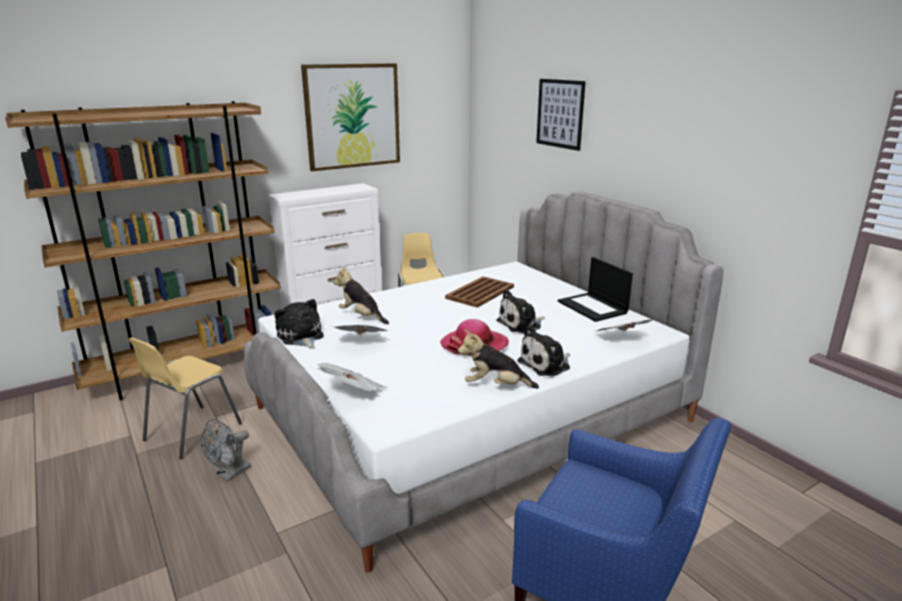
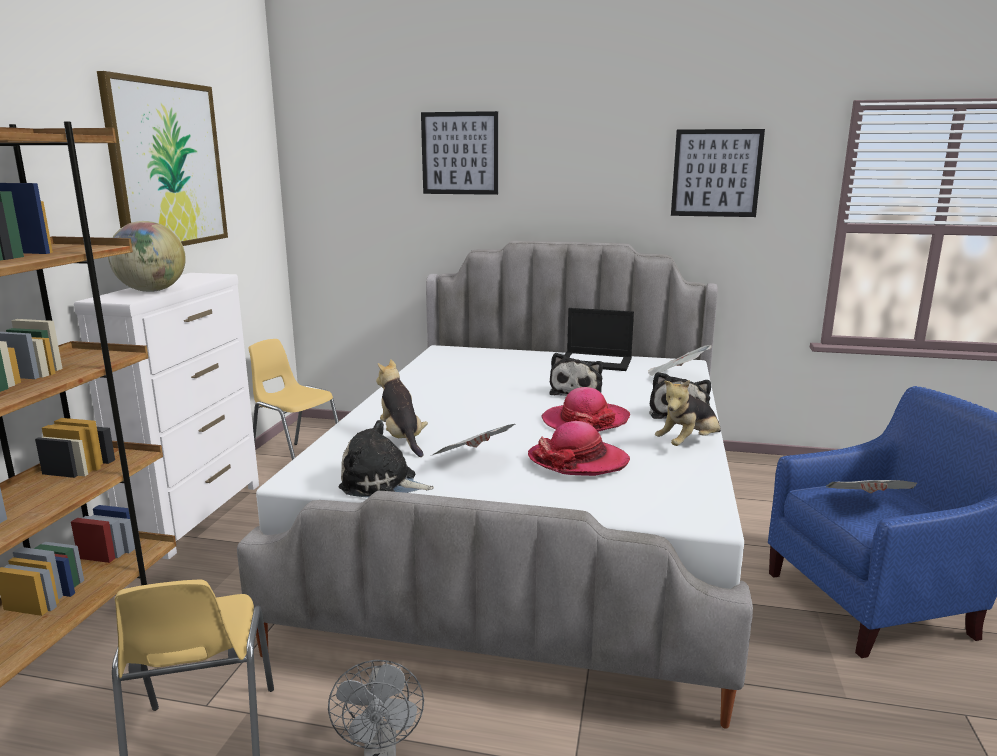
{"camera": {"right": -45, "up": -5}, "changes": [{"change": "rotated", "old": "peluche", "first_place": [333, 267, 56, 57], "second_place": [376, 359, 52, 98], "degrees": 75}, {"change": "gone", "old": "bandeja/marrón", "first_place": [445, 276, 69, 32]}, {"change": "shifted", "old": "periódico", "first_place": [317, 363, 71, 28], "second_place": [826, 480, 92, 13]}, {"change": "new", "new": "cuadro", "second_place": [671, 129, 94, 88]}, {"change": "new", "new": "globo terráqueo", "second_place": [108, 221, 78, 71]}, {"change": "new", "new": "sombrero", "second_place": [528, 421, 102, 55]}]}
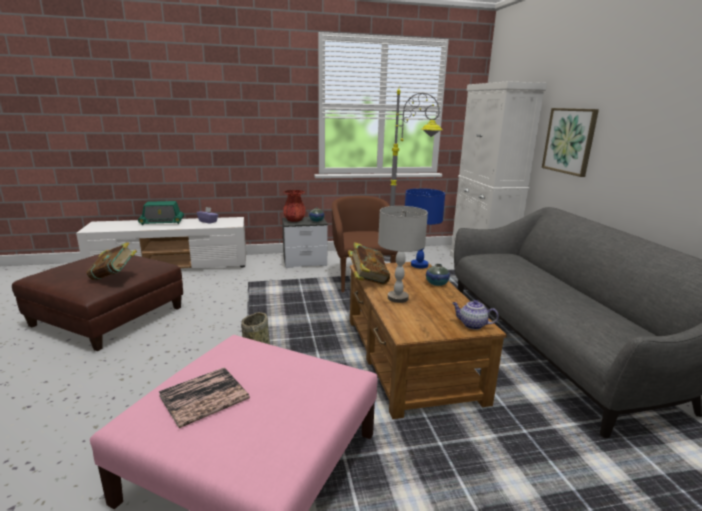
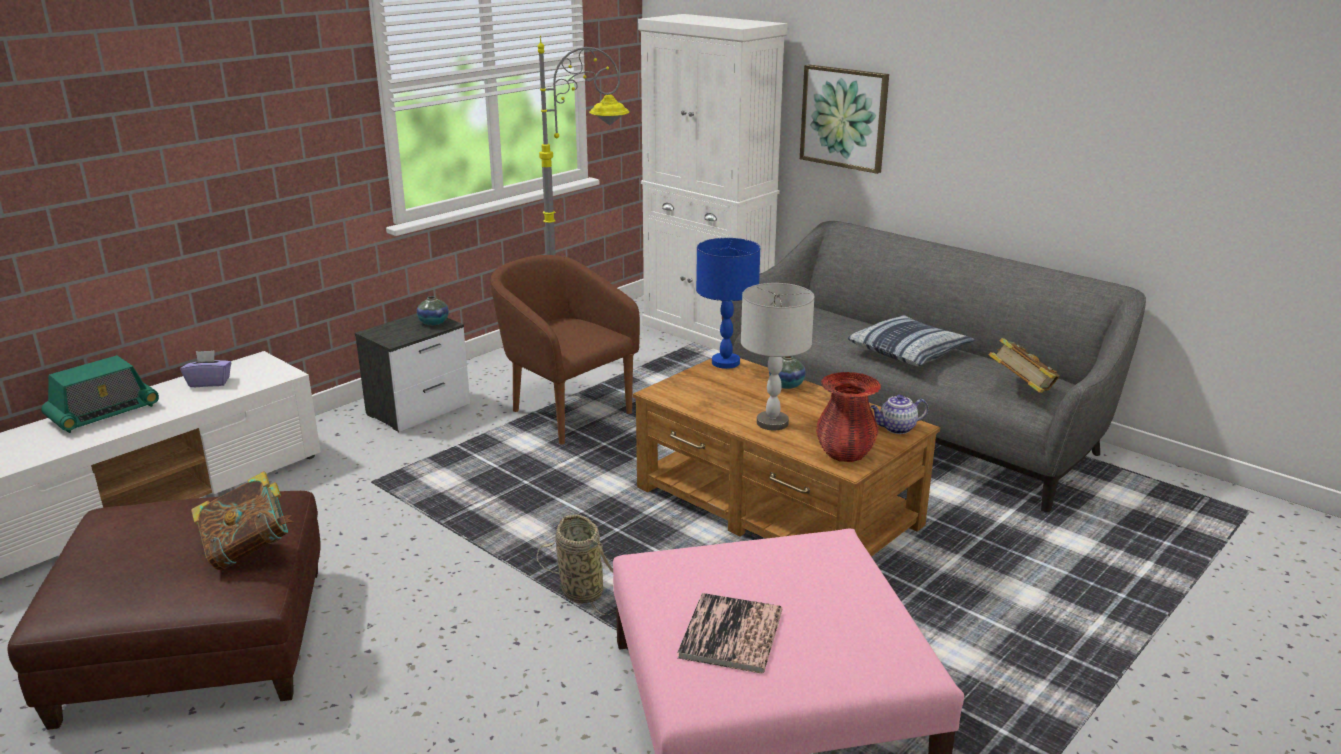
{"camera": {"right": -35, "up": 5}, "changes": [{"change": "shifted", "old": "florero/rojo", "first_place": [283, 190, 23, 32], "second_place": [816, 372, 65, 90]}, {"change": "shifted", "old": "libro", "first_place": [348, 242, 42, 43], "second_place": [989, 338, 71, 55]}, {"change": "new", "new": "cojín", "second_place": [848, 315, 127, 52]}]}
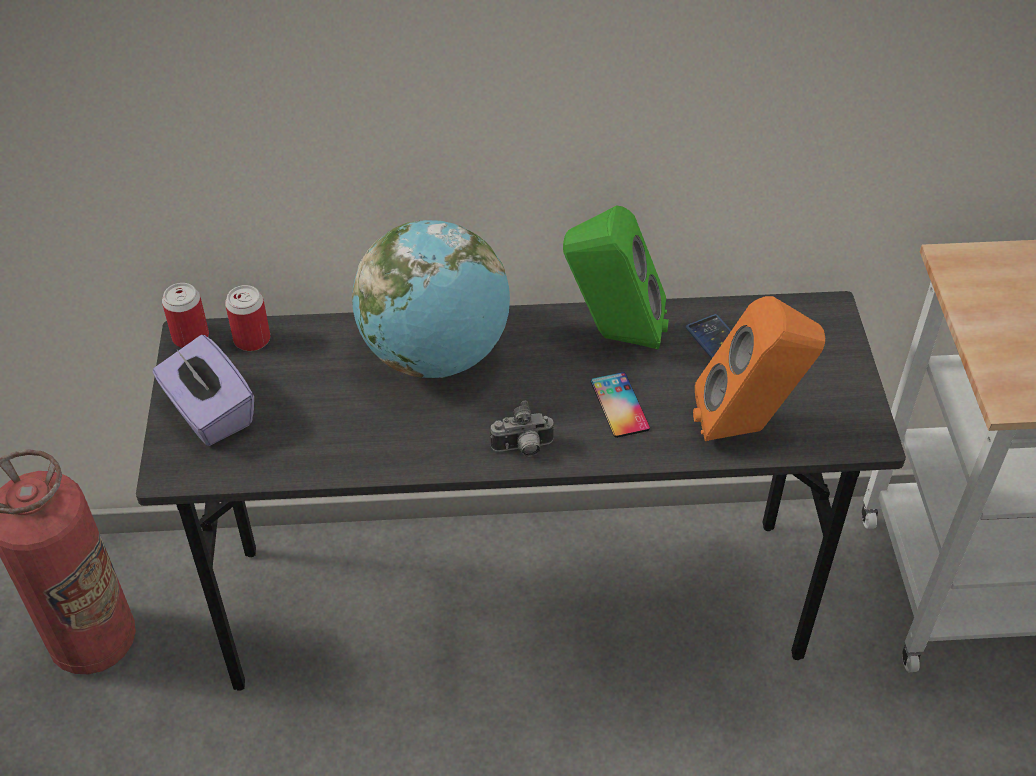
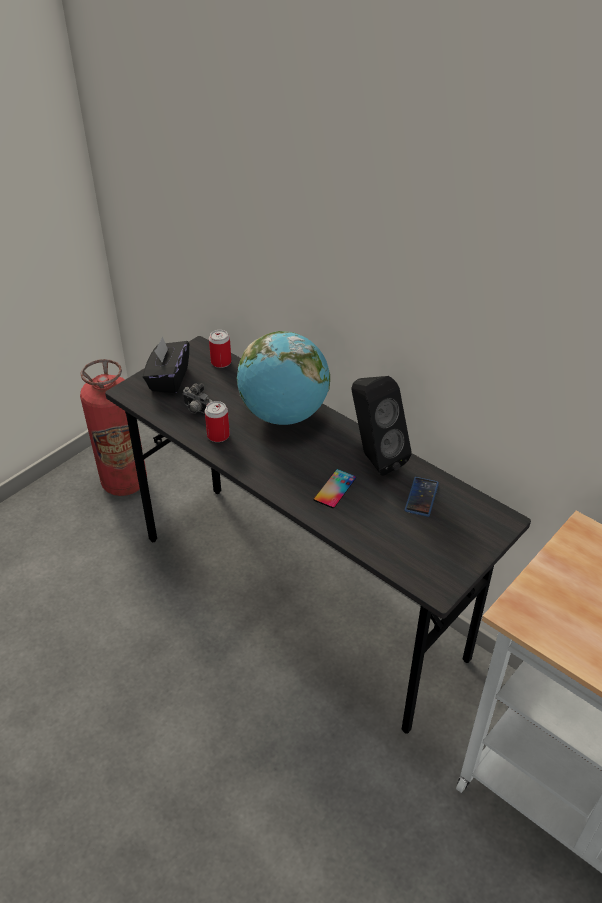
{"camera": {"right": 45, "up": -5}, "changes": [{"change": "repainted", "old": "altavoz/verde", "new": "altavoz/negro", "first_place": [563, 206, 106, 143], "second_place": [351, 376, 61, 100]}, {"change": "shifted", "old": "lata", "first_place": [162, 283, 47, 65], "second_place": [205, 401, 25, 41]}, {"change": "gone", "old": "altavoz/naranja", "first_place": [693, 296, 132, 145]}, {"change": "repainted", "old": "caja de pañuelos/morado", "new": "caja de pañuelos/negro", "first_place": [153, 335, 101, 111], "second_place": [143, 337, 46, 56]}, {"change": "shifted", "old": "cámara", "first_place": [490, 401, 65, 56], "second_place": [183, 383, 30, 31]}]}
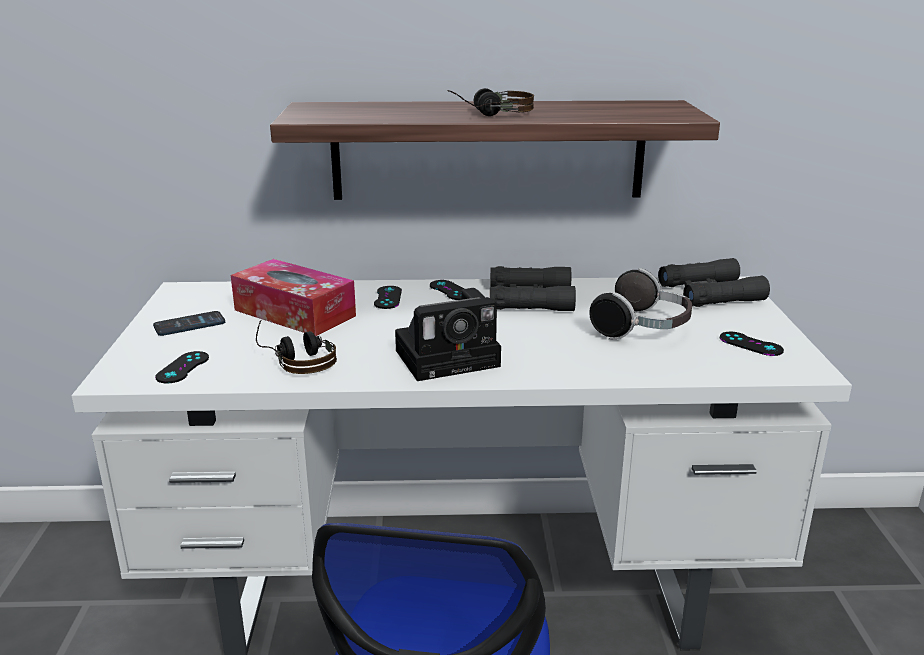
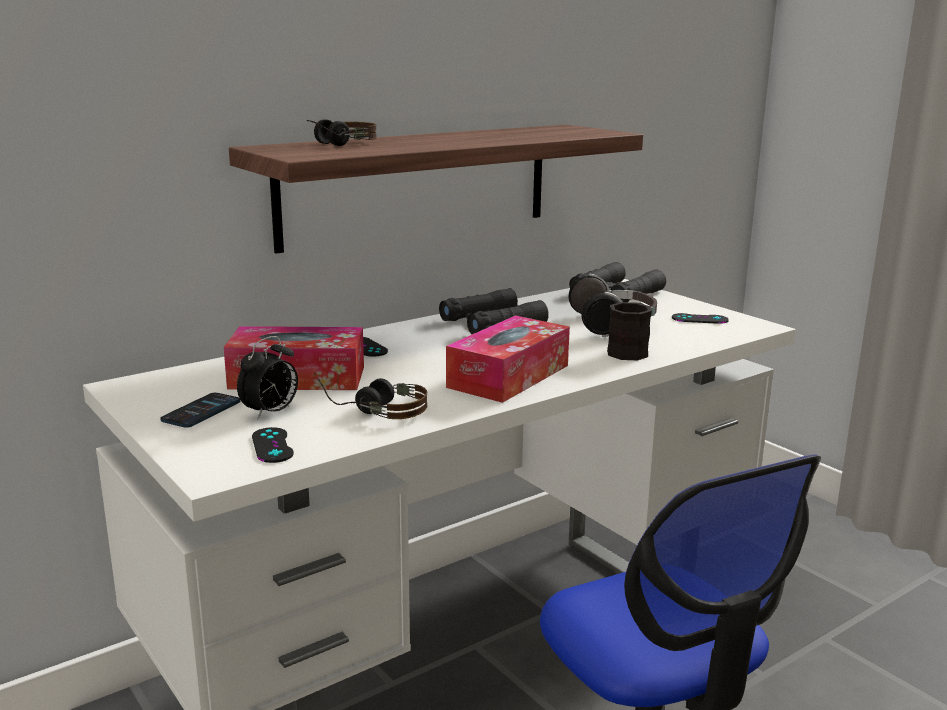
{"camera": {"right": -35, "up": -5}, "changes": [{"change": "shifted", "old": "auriculares", "first_place": [448, 88, 86, 28], "second_place": [307, 119, 70, 27]}, {"change": "gone", "old": "mando de consola/negro", "first_place": [430, 280, 34, 20]}, {"change": "swapped", "old": "cámara", "new": "caja de pañuelos", "first_place": [395, 288, 106, 93], "second_place": [446, 315, 124, 88]}, {"change": "new", "new": "taza grande/negro", "second_place": [607, 302, 45, 58]}, {"change": "new", "new": "despertador", "second_place": [237, 336, 61, 84]}]}
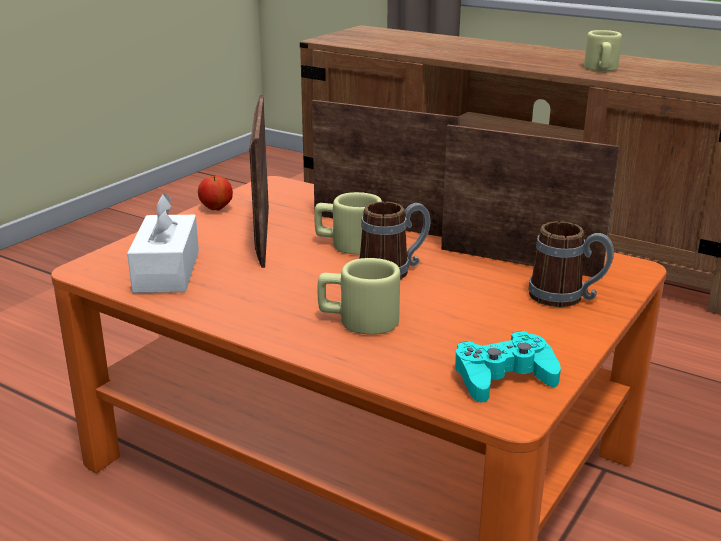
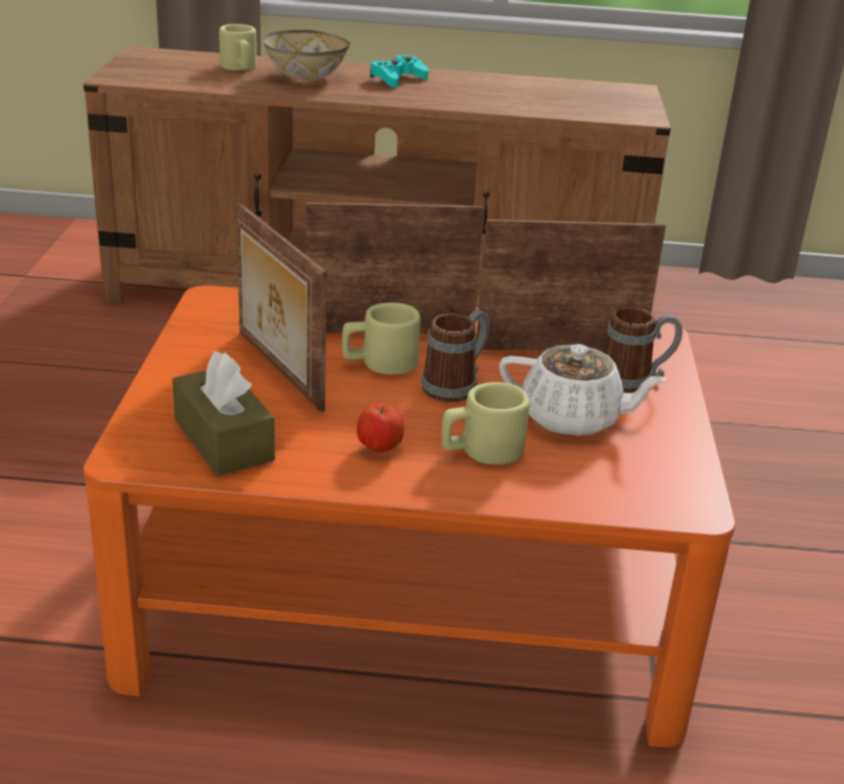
{"camera": {"right": -30, "up": 5}, "changes": [{"change": "shifted", "old": "taza grande/beis", "first_place": [584, 30, 38, 41], "second_place": [219, 24, 38, 46]}, {"change": "shifted", "old": "manzana", "first_place": [198, 176, 35, 34], "second_place": [357, 403, 47, 50]}, {"change": "repainted", "old": "caja de pañuelos/blanco", "new": "caja de pañuelos/marrón", "first_place": [127, 193, 72, 100], "second_place": [172, 351, 103, 125]}, {"change": "shifted", "old": "mando de consola/turquesa", "first_place": [455, 331, 106, 72], "second_place": [370, 55, 59, 33]}, {"change": "new", "new": "cuenco", "second_place": [263, 30, 87, 50]}, {"change": "new", "new": "tetera/blanco", "second_place": [499, 344, 169, 93]}]}
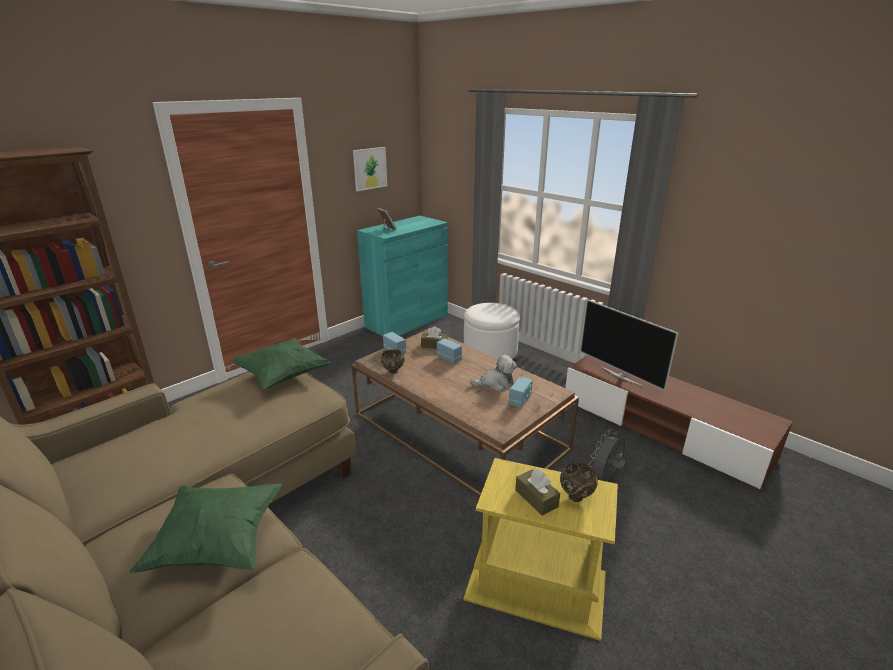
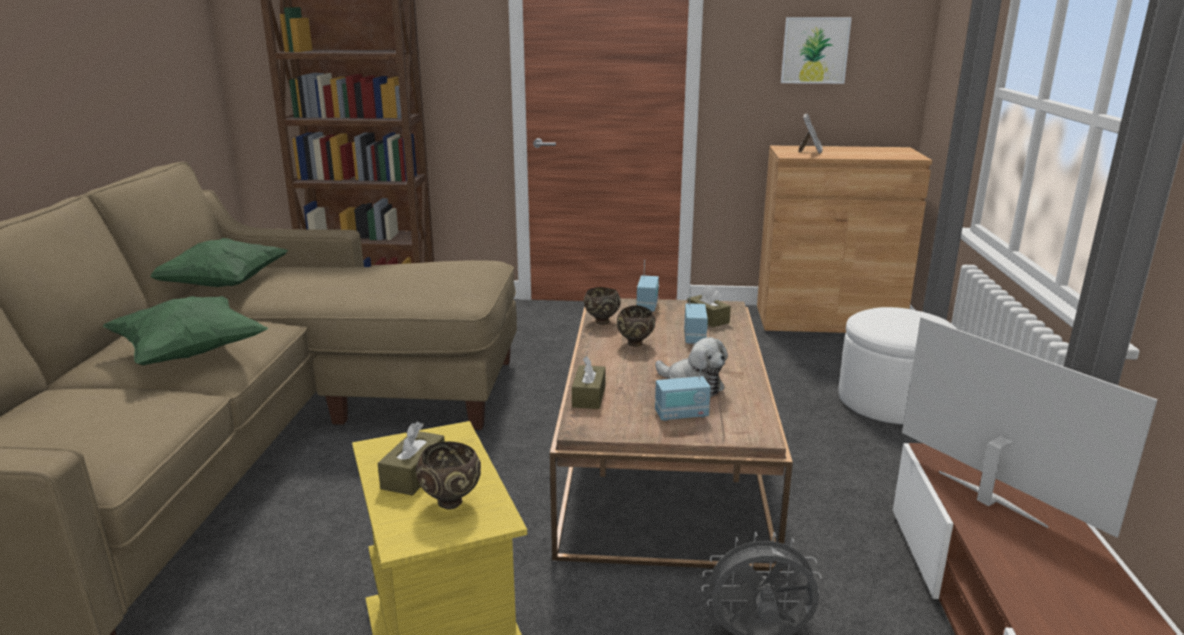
{"camera": {"right": 50, "up": -5}, "changes": [{"change": "repainted", "old": "armario/turquesa", "new": "armario/marrón", "first_place": [357, 216, 91, 120], "second_place": [757, 146, 175, 187]}, {"change": "rotated", "old": "televisor", "first_place": [580, 299, 98, 92], "second_place": [902, 317, 256, 221], "degrees": 135}, {"change": "shifted", "old": "cojín/verde", "first_place": [230, 338, 101, 51], "second_place": [150, 238, 138, 49]}, {"change": "new", "new": "cuenco/marrón", "second_place": [617, 305, 38, 42]}, {"change": "new", "new": "caja de pañuelos/marrón", "second_place": [572, 356, 34, 53]}]}
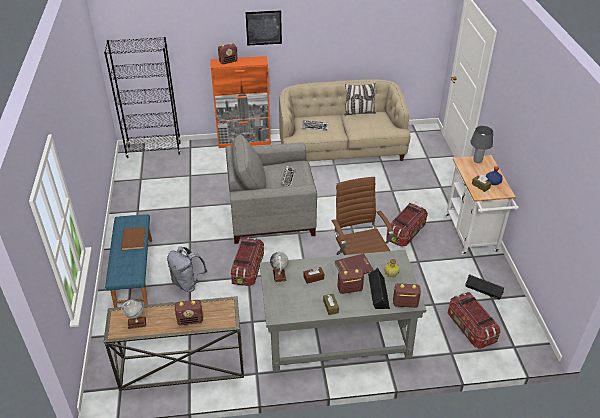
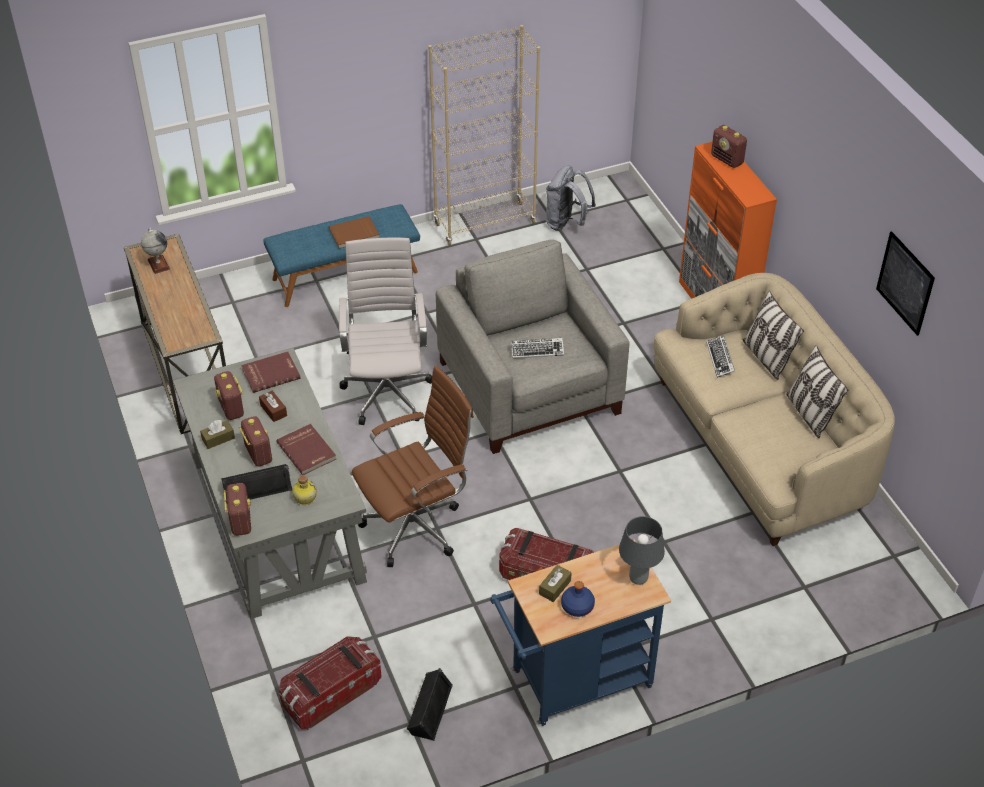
{"camera": {"right": 75, "up": 5}, "changes": [{"change": "shifted", "old": "cuadro", "first_place": [246, 10, 36, 36], "second_place": [876, 231, 59, 105]}, {"change": "gone", "old": "estantería/negro", "first_place": [104, 37, 77, 121]}, {"change": "repainted", "old": "carrito/blanco", "new": "carrito/azul", "first_place": [444, 155, 75, 100], "second_place": [490, 540, 181, 186]}, {"change": "swapped", "old": "caja de almacenaje", "new": "silla de oficina/blanco", "first_place": [231, 237, 33, 49], "second_place": [339, 237, 93, 188]}, {"change": "shifted", "old": "mochila/gris", "first_place": [167, 247, 40, 45], "second_place": [546, 165, 50, 66]}, {"change": "swapped", "old": "globo terráqueo", "new": "libro/rojo", "first_place": [270, 252, 19, 30], "second_place": [241, 352, 59, 41]}, {"change": "shifted", "old": "radio", "first_place": [175, 300, 28, 25], "second_place": [214, 371, 30, 49]}, {"change": "new", "new": "estantería/beis", "second_place": [428, 25, 112, 221]}, {"change": "new", "new": "cojín", "second_place": [743, 291, 61, 89]}]}
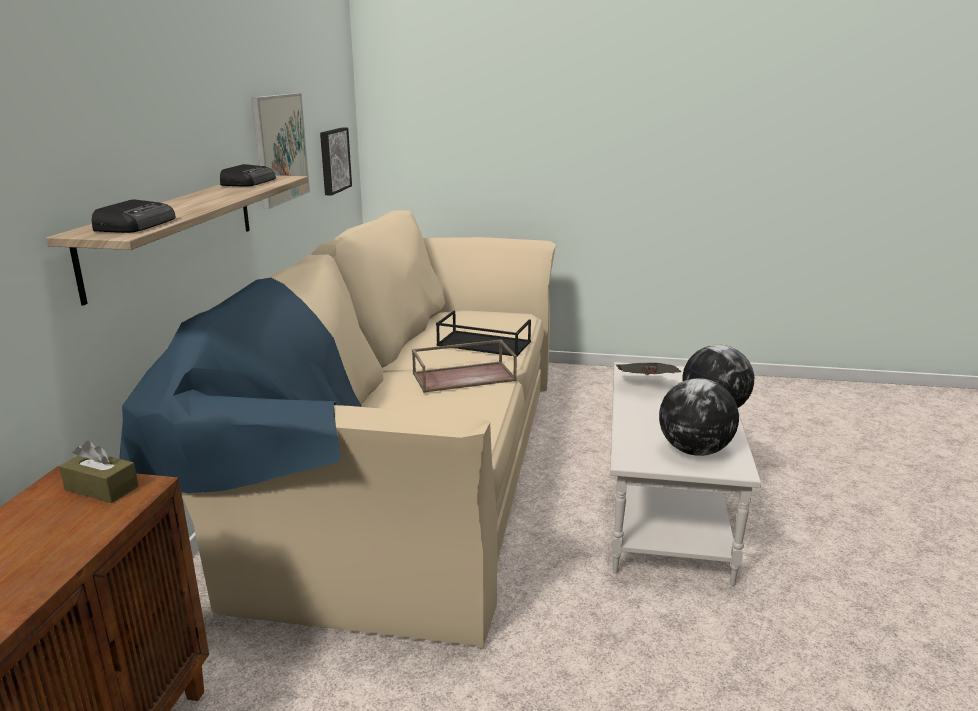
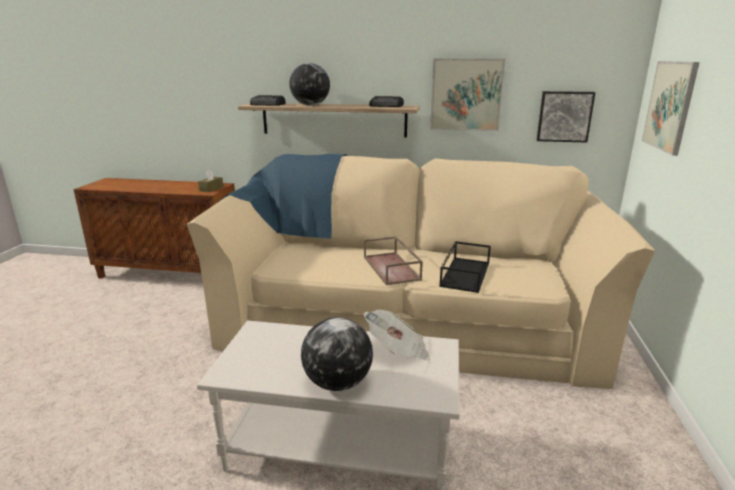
{"camera": {"right": 90, "up": 0}, "changes": [{"change": "shifted", "old": "globo terráqueo", "first_place": [659, 378, 80, 78], "second_place": [289, 63, 41, 43]}, {"change": "new", "new": "cuadro", "second_place": [642, 61, 57, 95]}]}
